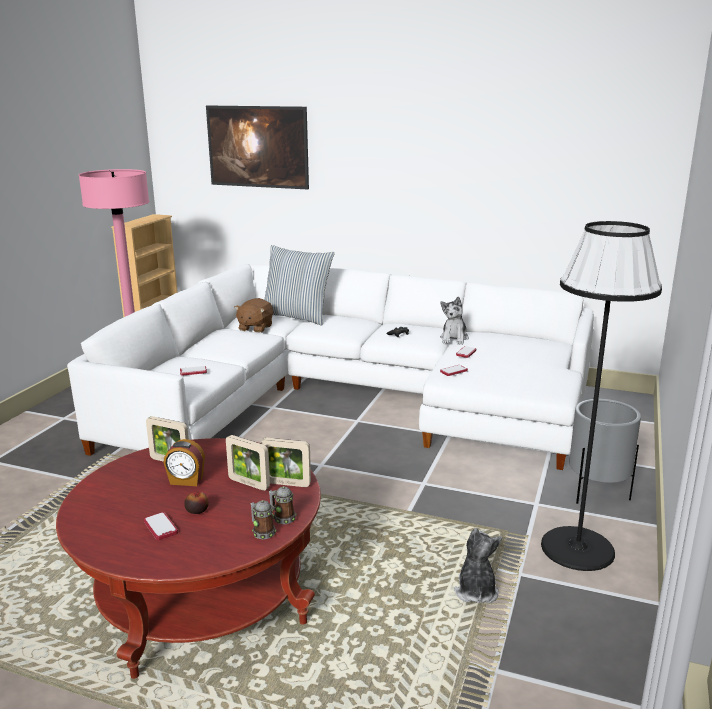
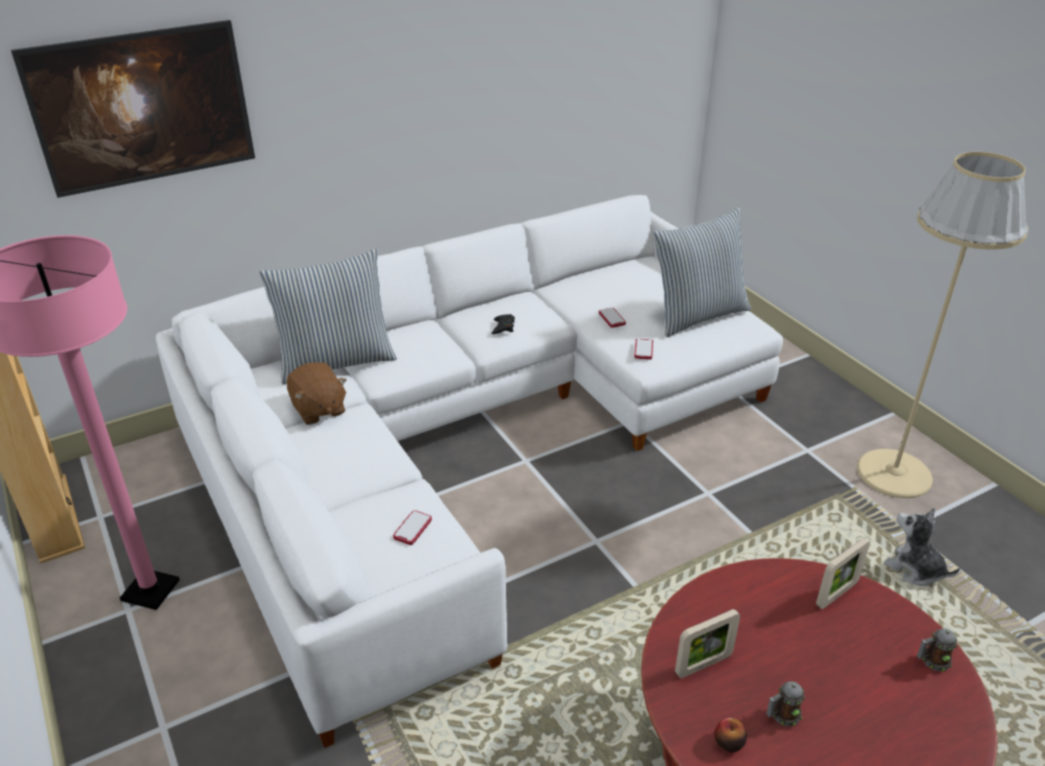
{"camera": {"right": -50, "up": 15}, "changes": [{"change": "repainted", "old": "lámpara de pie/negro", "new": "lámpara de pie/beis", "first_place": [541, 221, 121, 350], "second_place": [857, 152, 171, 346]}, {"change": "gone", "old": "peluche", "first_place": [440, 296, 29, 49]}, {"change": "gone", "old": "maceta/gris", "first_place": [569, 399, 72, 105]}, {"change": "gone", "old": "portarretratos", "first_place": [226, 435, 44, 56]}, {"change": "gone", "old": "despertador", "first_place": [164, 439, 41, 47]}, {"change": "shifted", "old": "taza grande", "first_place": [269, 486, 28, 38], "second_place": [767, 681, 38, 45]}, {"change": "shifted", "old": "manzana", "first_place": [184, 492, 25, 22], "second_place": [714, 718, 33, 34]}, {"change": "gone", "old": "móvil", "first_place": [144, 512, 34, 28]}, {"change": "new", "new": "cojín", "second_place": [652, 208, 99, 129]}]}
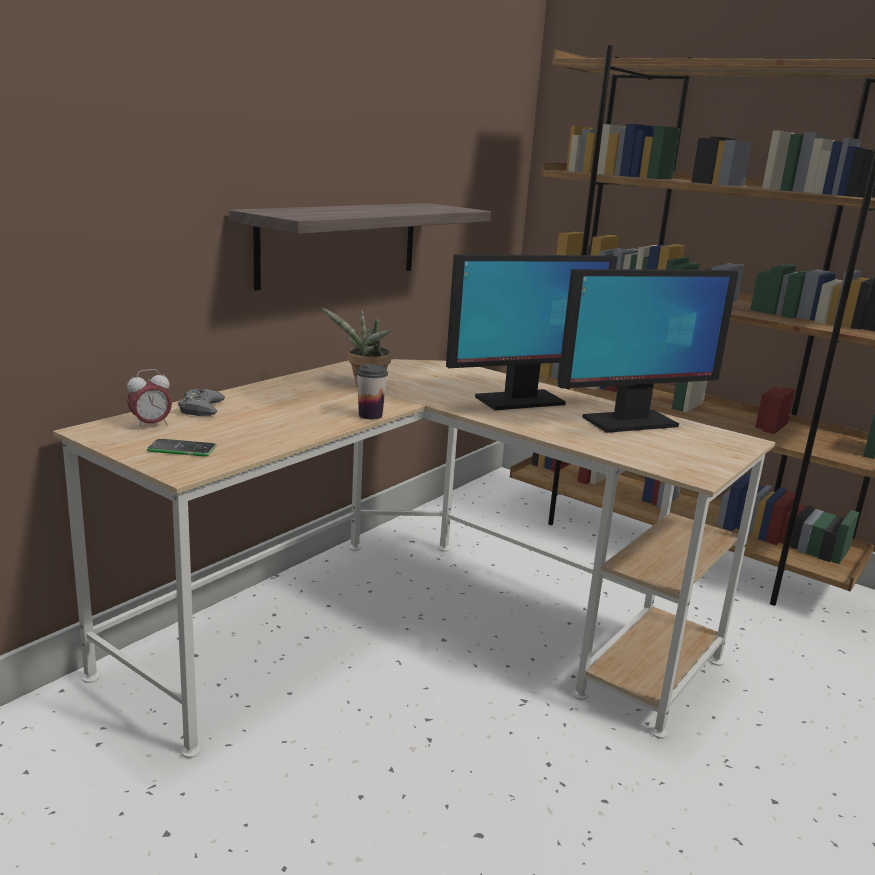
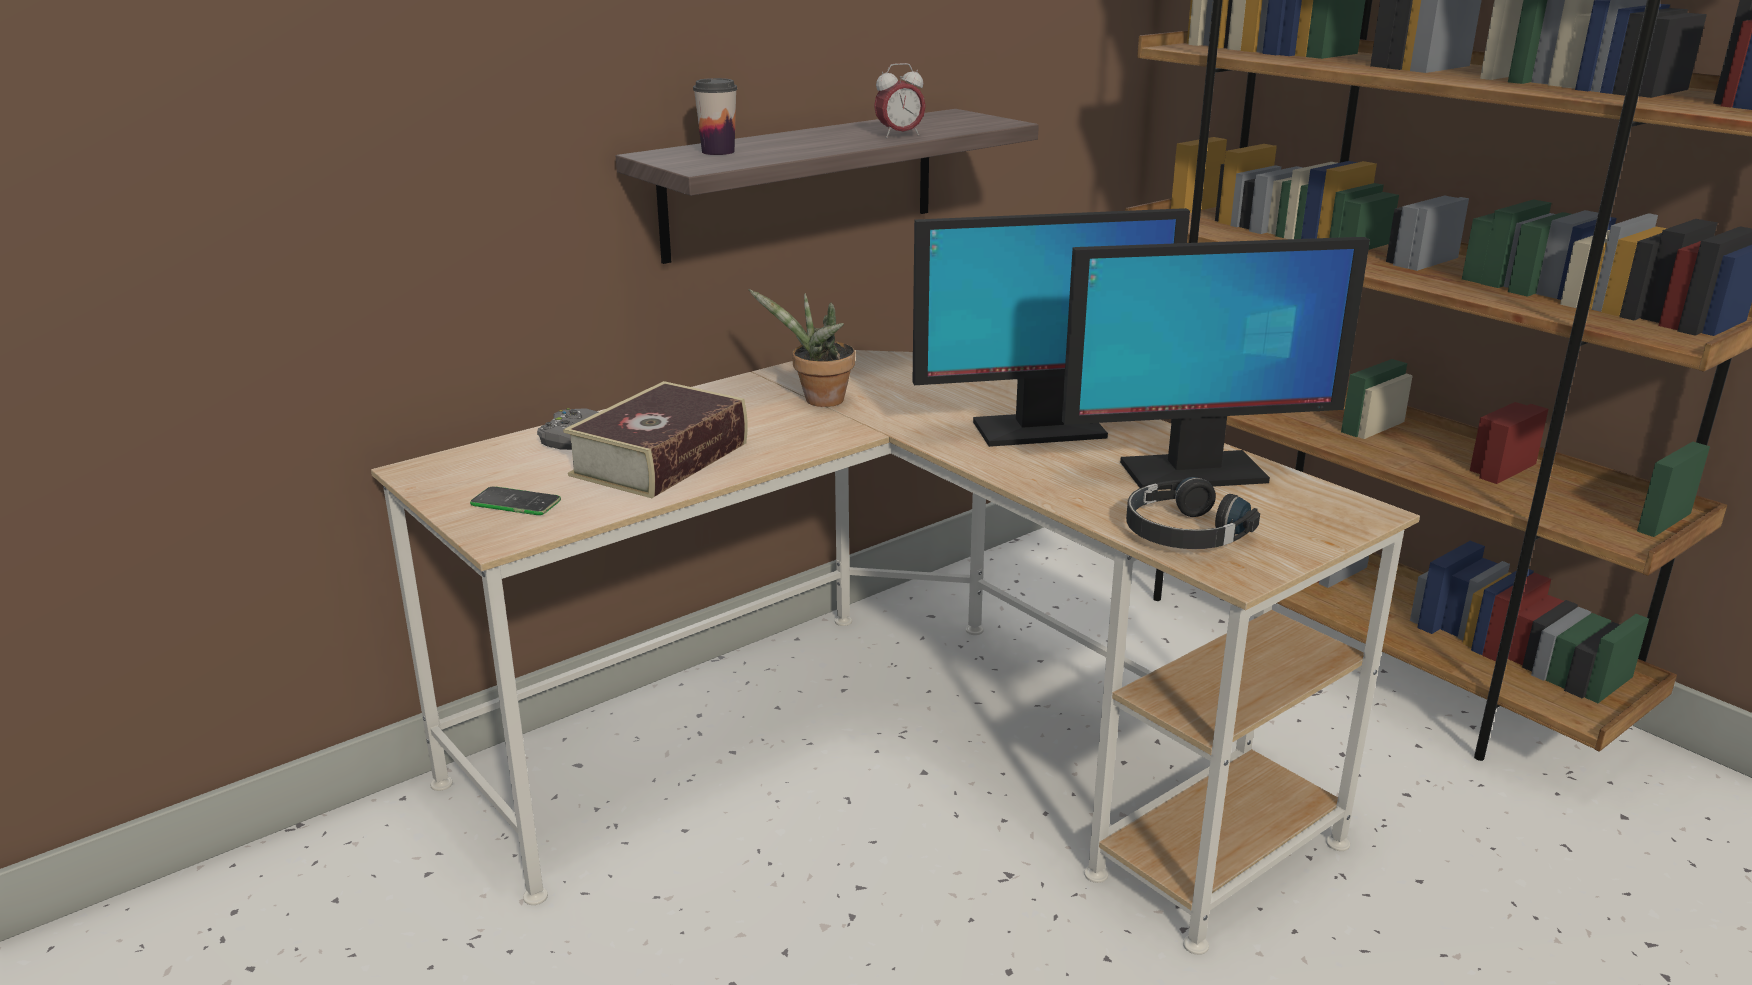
{"camera": {"right": 15, "up": 5}, "changes": [{"change": "shifted", "old": "taza", "first_place": [356, 364, 32, 55], "second_place": [693, 78, 44, 77]}, {"change": "shifted", "old": "despertador", "first_place": [127, 369, 45, 60], "second_place": [874, 63, 52, 75]}, {"change": "new", "new": "libro", "second_place": [563, 381, 185, 117]}, {"change": "new", "new": "auriculares/negro", "second_place": [1126, 477, 134, 72]}]}
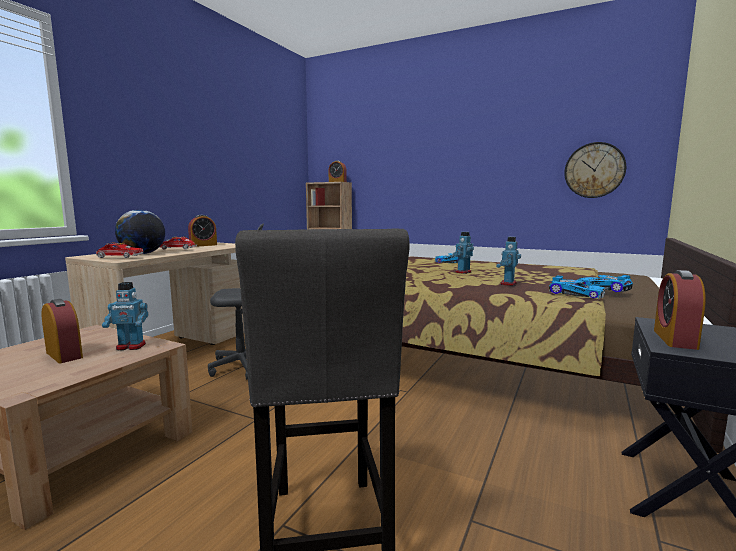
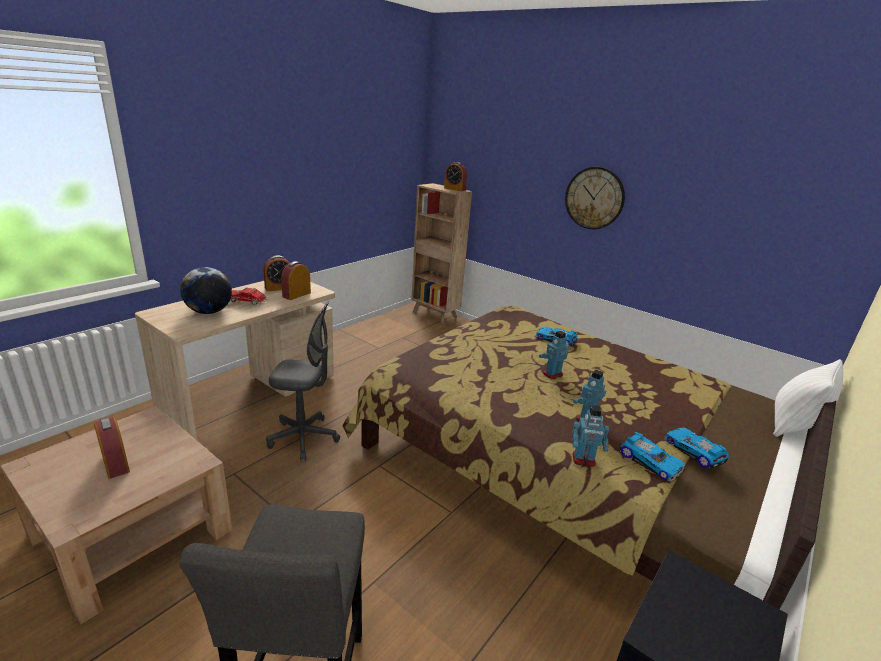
{"camera": {"right": 10, "up": 15}, "changes": [{"change": "shifted", "old": "reloj de pared", "first_place": [564, 142, 62, 56], "second_place": [565, 167, 60, 62]}, {"change": "gone", "old": "camión de juguete", "first_place": [95, 242, 48, 16]}, {"change": "shifted", "old": "despertador", "first_place": [654, 270, 52, 80], "second_place": [281, 261, 30, 39]}, {"change": "shifted", "old": "robot de juguete", "first_place": [102, 282, 46, 68], "second_place": [572, 405, 37, 62]}, {"change": "new", "new": "cojín/blanco", "second_place": [773, 359, 70, 78]}]}
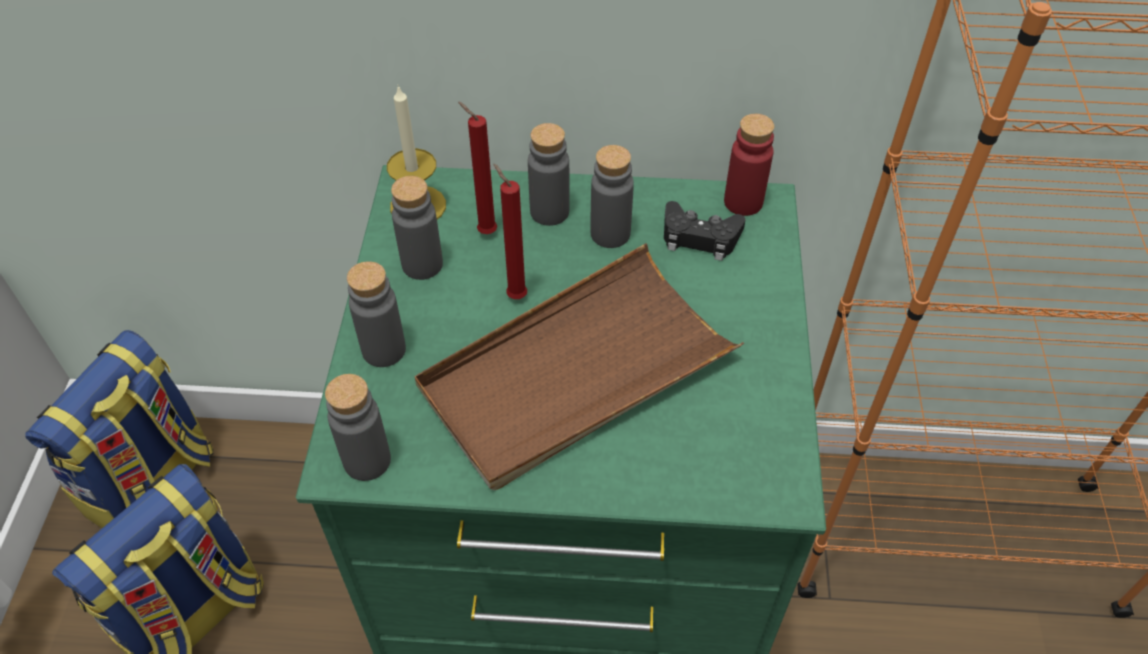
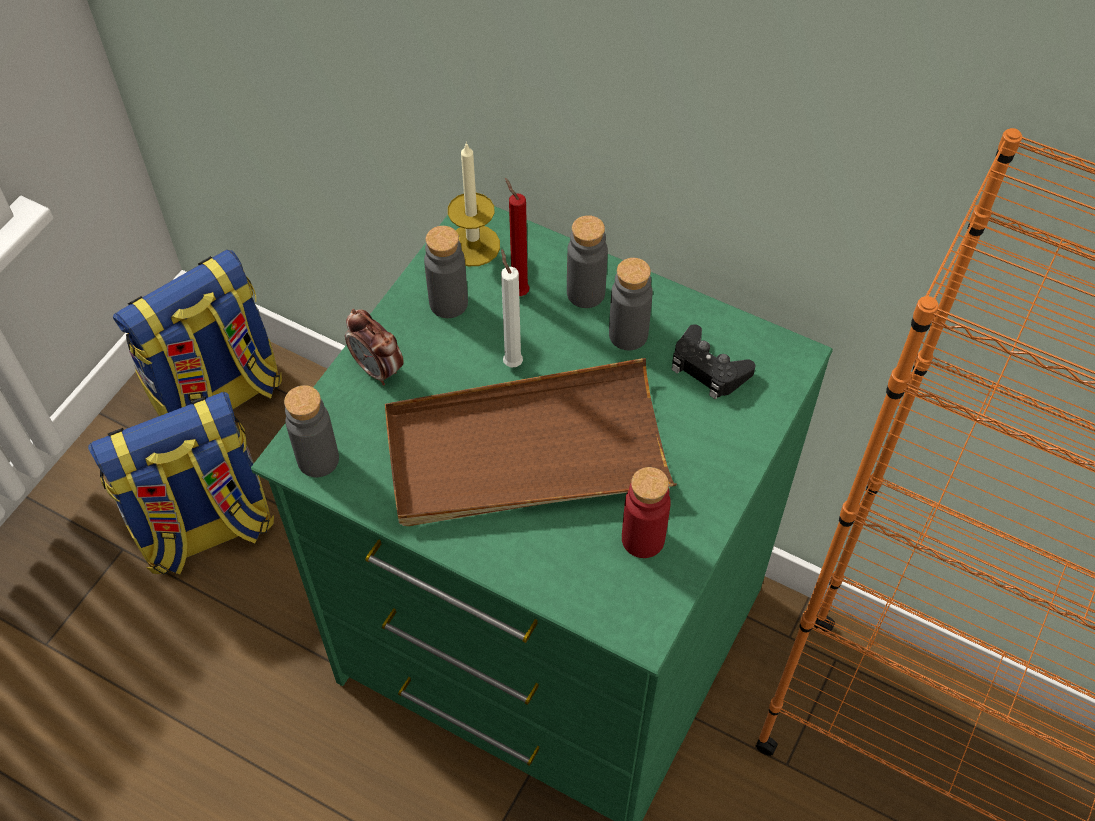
{"camera": {"right": 25, "up": 5}, "changes": [{"change": "shifted", "old": "botella/rojo", "first_place": [724, 114, 50, 102], "second_place": [622, 467, 49, 91]}, {"change": "repainted", "old": "vela/rojo", "new": "vela/blanco", "first_place": [494, 164, 33, 135], "second_place": [501, 249, 22, 118]}, {"change": "swapped", "old": "botella/gris", "new": "despertador", "first_place": [347, 261, 59, 106], "second_place": [345, 309, 59, 76]}]}
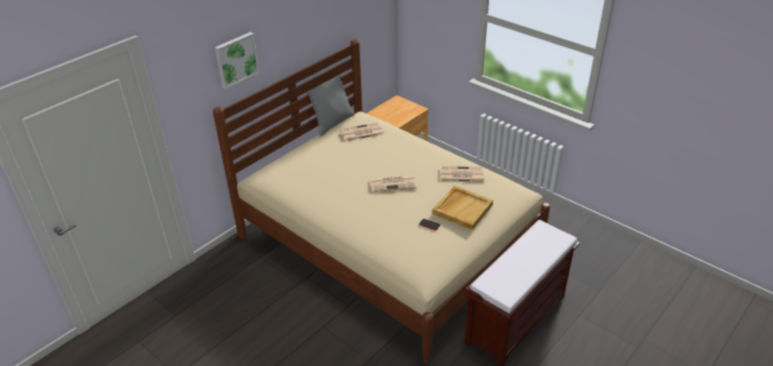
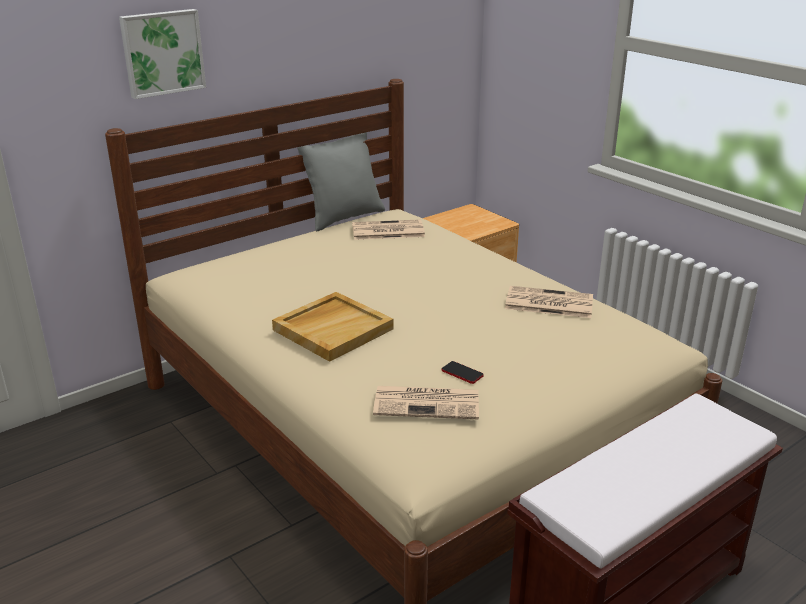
{"camera": {"right": 10, "up": -10}, "changes": [{"change": "shifted", "old": "periódico", "first_place": [370, 175, 47, 17], "second_place": [373, 386, 106, 33]}, {"change": "shifted", "old": "bandeja/beis", "first_place": [432, 186, 61, 44], "second_place": [272, 292, 122, 70]}]}
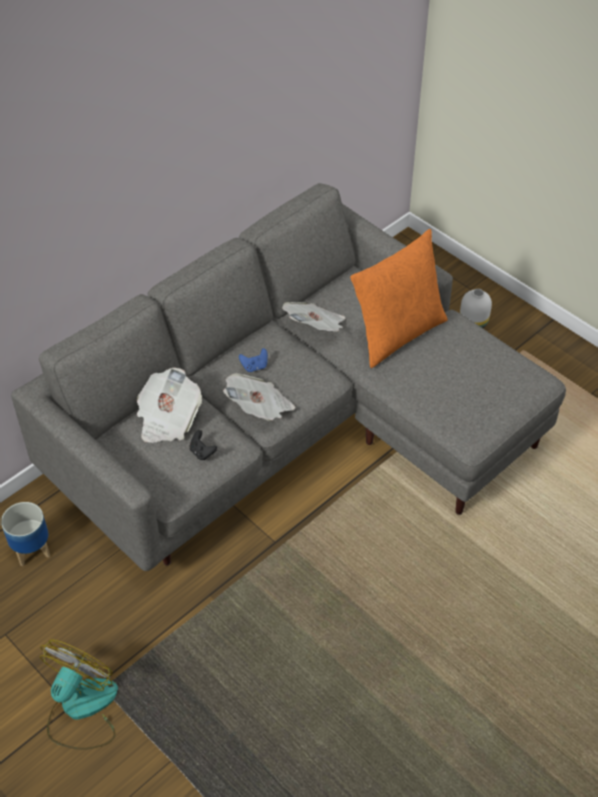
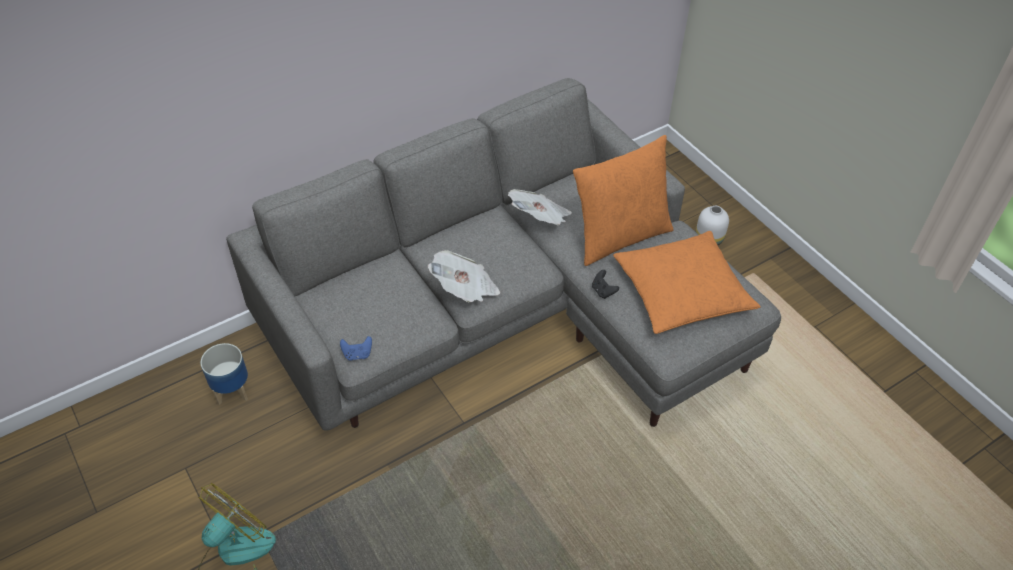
{"camera": {"right": 10, "up": 0}, "changes": [{"change": "shifted", "old": "mando de consola/azul", "first_place": [239, 348, 29, 24], "second_place": [340, 336, 32, 25]}, {"change": "gone", "old": "periódico", "first_place": [137, 368, 65, 75]}, {"change": "shifted", "old": "mando de consola/negro", "first_place": [189, 430, 28, 30], "second_place": [592, 270, 27, 29]}, {"change": "new", "new": "cojín/naranja", "second_place": [613, 231, 148, 103]}]}
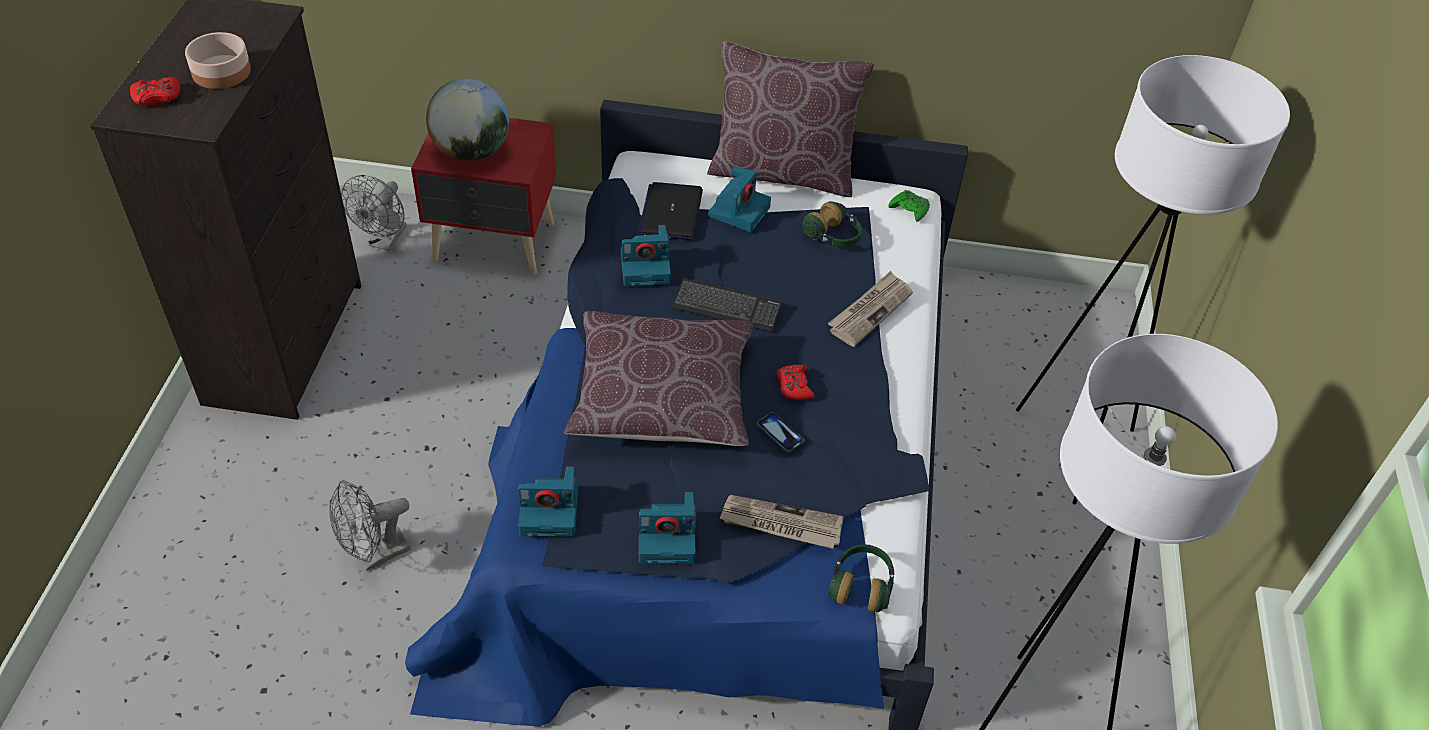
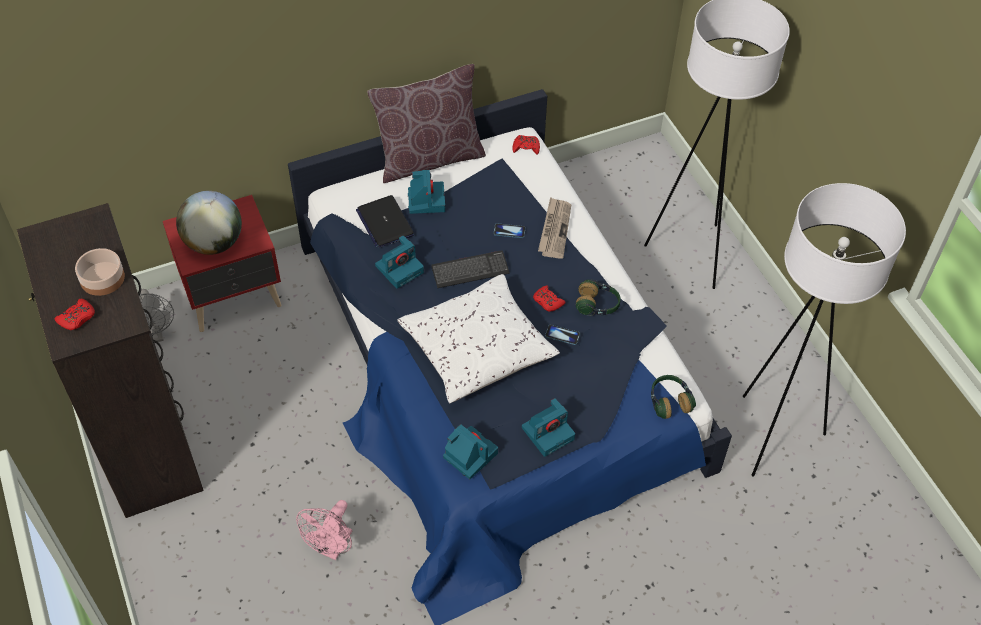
{"camera": {"right": -30, "up": 5}, "changes": [{"change": "repainted", "old": "mando de consola/verde", "new": "mando de consola/rojo", "first_place": [888, 190, 42, 32], "second_place": [513, 135, 27, 20]}, {"change": "shifted", "old": "auriculares", "first_place": [803, 201, 59, 46], "second_place": [576, 280, 45, 36]}, {"change": "repainted", "old": "cojín/marrón", "new": "cojín/blanco", "first_place": [564, 311, 189, 135], "second_place": [397, 274, 163, 130]}, {"change": "rotated", "old": "cámara", "first_place": [518, 466, 60, 71], "second_place": [443, 424, 55, 55], "degrees": -105}, {"change": "repainted", "old": "ventilador/gris", "new": "ventilador/rosa", "first_place": [329, 480, 82, 91], "second_place": [296, 500, 56, 60]}, {"change": "gone", "old": "periódico", "first_place": [719, 495, 125, 54]}, {"change": "new", "new": "móvil", "second_place": [494, 223, 32, 15]}]}
